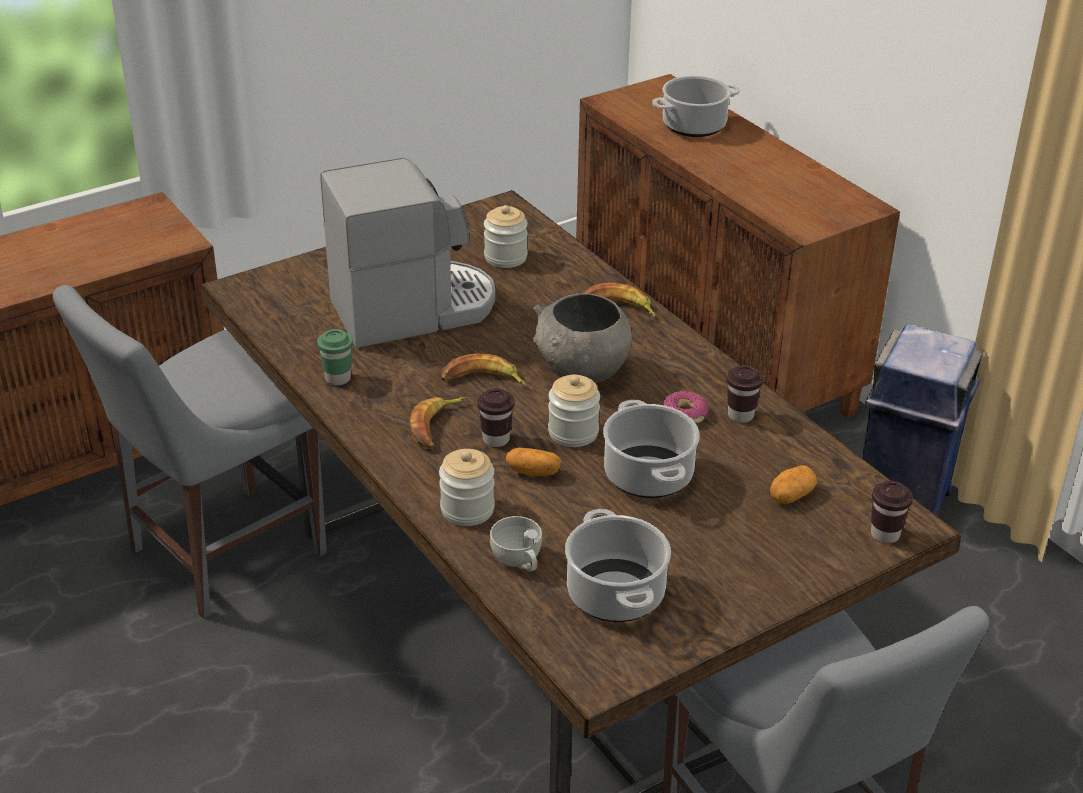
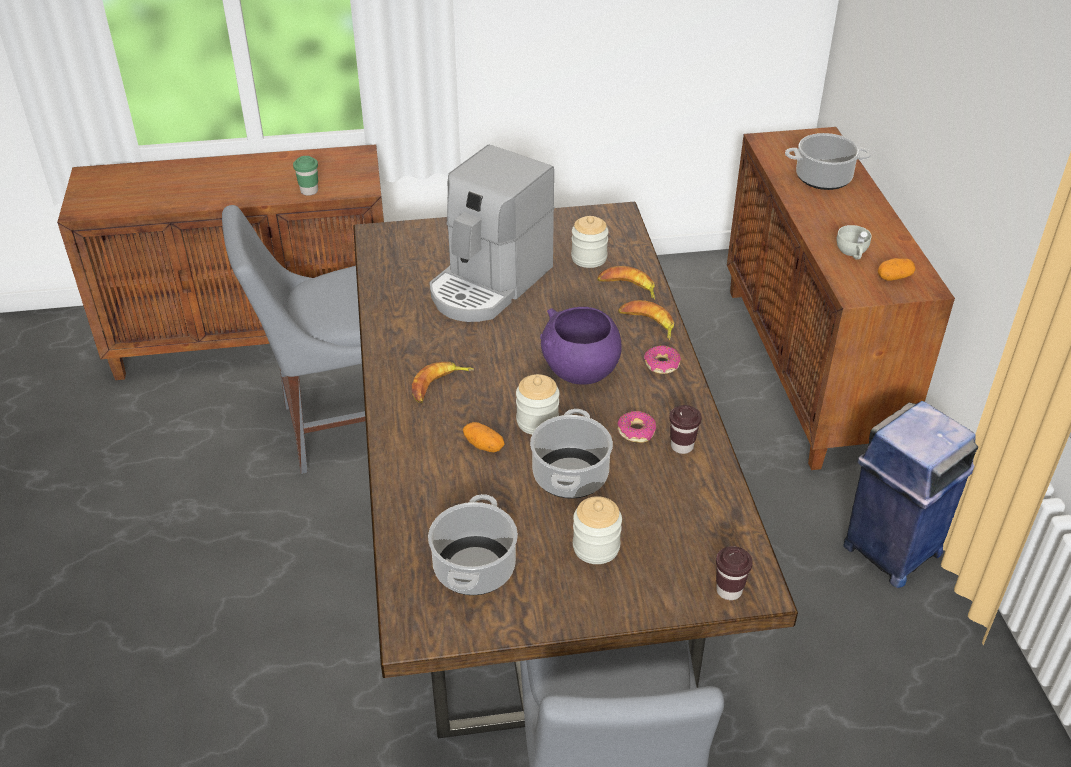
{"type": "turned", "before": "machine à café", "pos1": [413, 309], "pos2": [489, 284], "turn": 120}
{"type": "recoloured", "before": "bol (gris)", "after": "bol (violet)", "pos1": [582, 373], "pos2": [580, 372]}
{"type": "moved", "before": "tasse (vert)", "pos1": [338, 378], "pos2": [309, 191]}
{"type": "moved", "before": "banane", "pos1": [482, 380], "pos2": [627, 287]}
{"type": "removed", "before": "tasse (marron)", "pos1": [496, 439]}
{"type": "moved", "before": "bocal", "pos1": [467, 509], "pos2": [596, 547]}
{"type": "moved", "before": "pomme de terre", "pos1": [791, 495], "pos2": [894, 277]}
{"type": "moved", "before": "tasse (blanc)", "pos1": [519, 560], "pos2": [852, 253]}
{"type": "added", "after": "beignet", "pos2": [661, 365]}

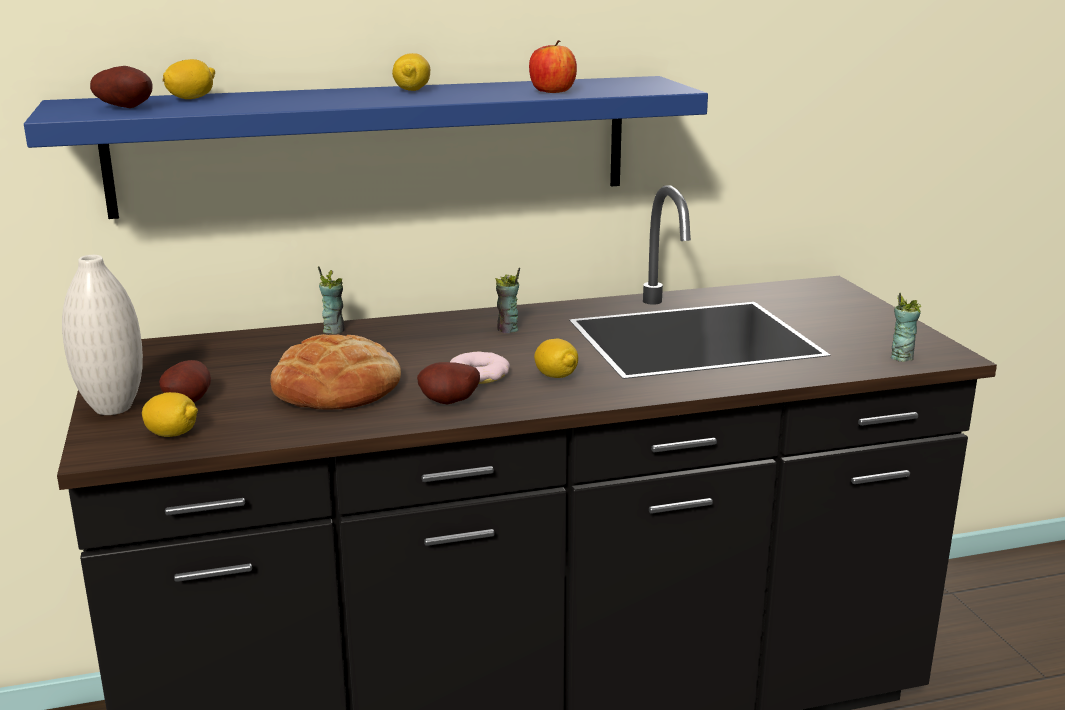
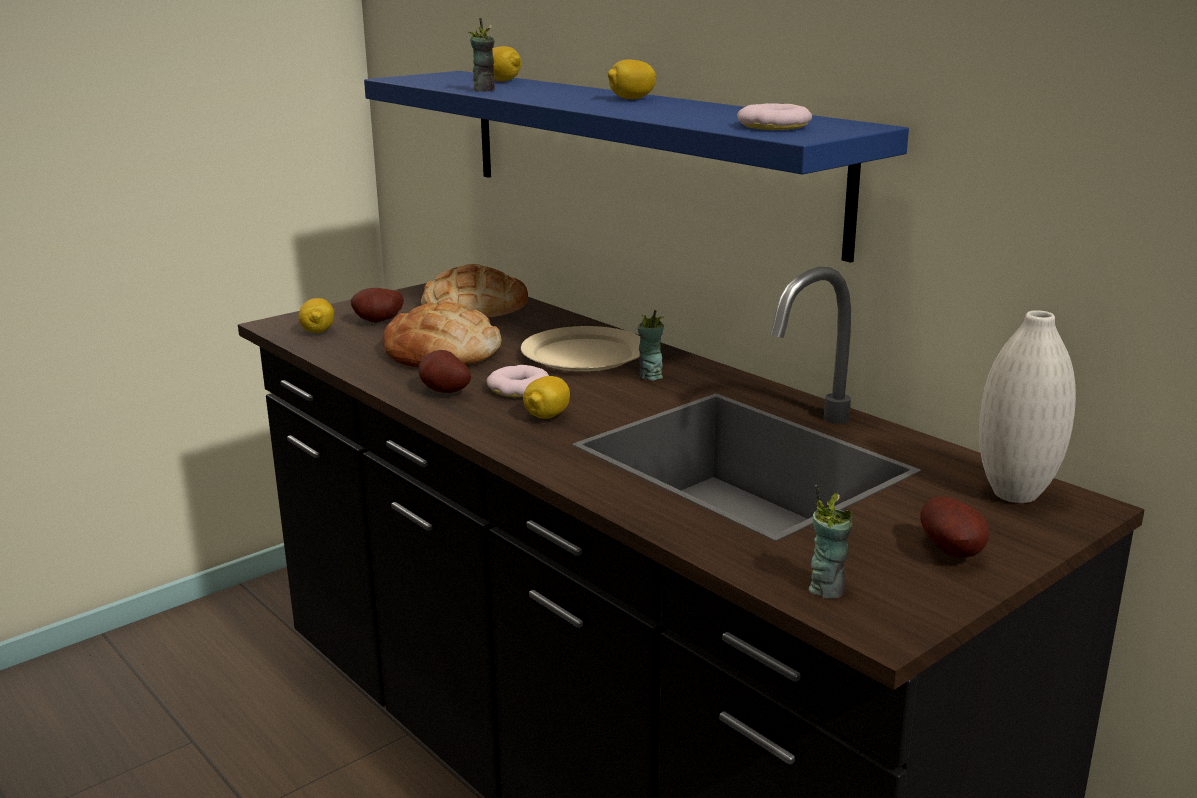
{"type": "removed", "before": "pomme", "pos1": [552, 91]}
{"type": "moved", "before": "pomme de terre", "pos1": [127, 108], "pos2": [953, 553]}
{"type": "moved", "before": "vase (blanc)", "pos1": [113, 408], "pos2": [1015, 494]}
{"type": "moved", "before": "tasse", "pos1": [334, 330], "pos2": [484, 90]}
{"type": "added", "after": "beignet", "pos2": [773, 126]}
{"type": "added", "after": "pain", "pos2": [474, 307]}
{"type": "added", "after": "assiette (beige)", "pos2": [583, 355]}

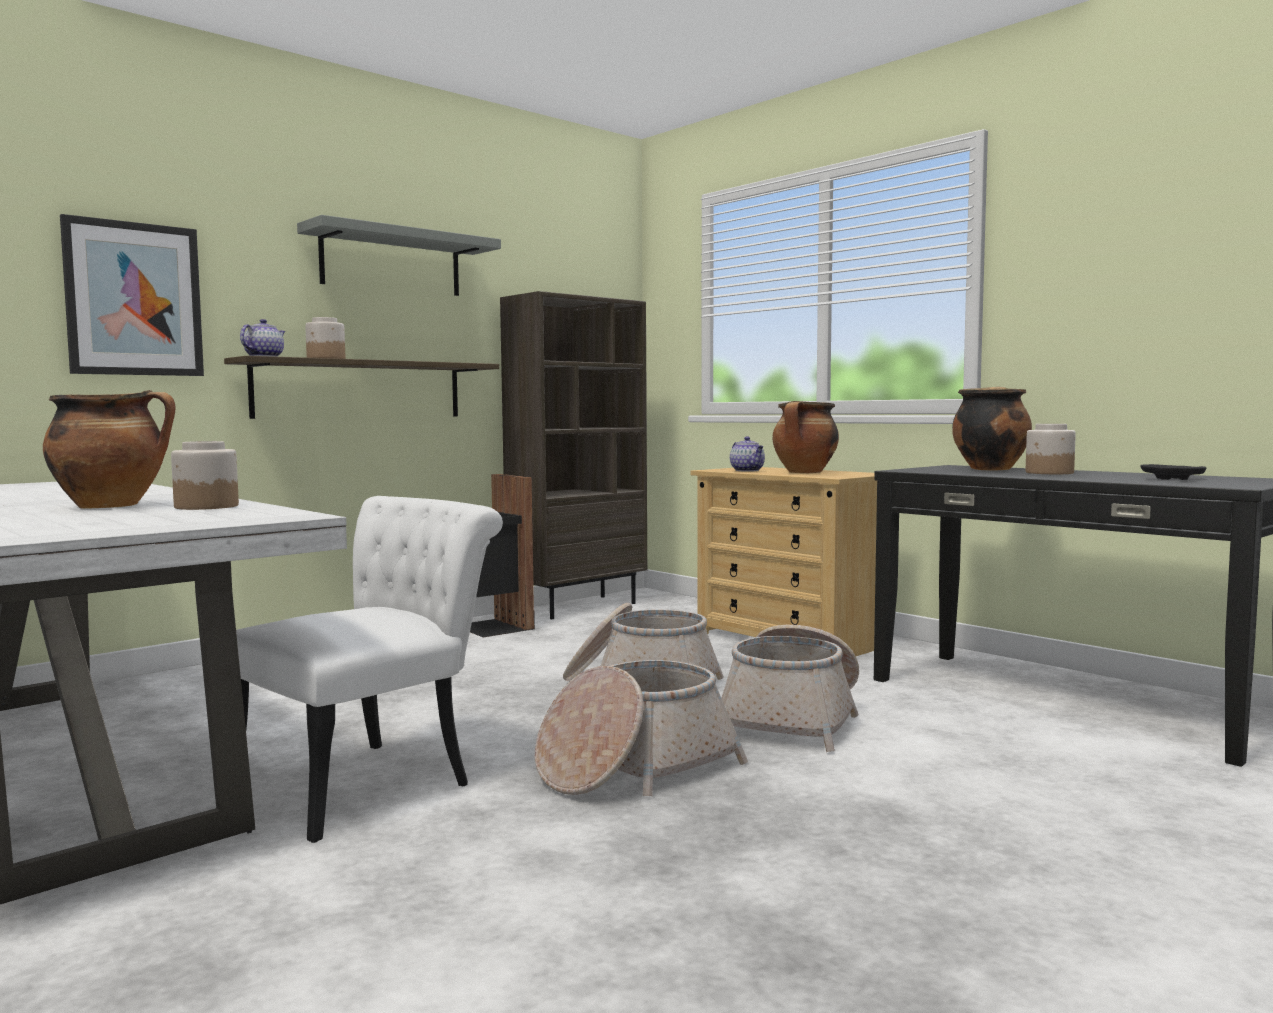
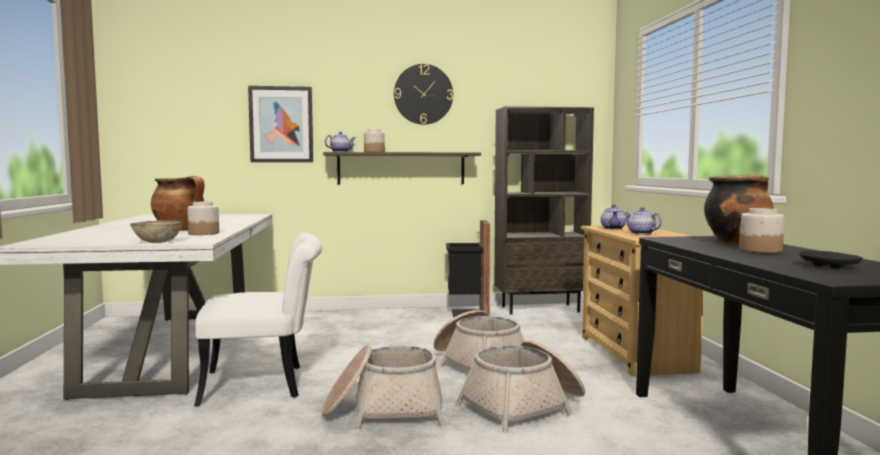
{"type": "replaced", "before": "étagère (gris)", "after": "horloge murale", "pos1": [391, 262], "pos2": [423, 94]}
{"type": "replaced", "before": "marmite", "after": "théière", "pos1": [805, 473], "pos2": [641, 233]}
{"type": "added", "after": "bol", "pos2": [158, 242]}

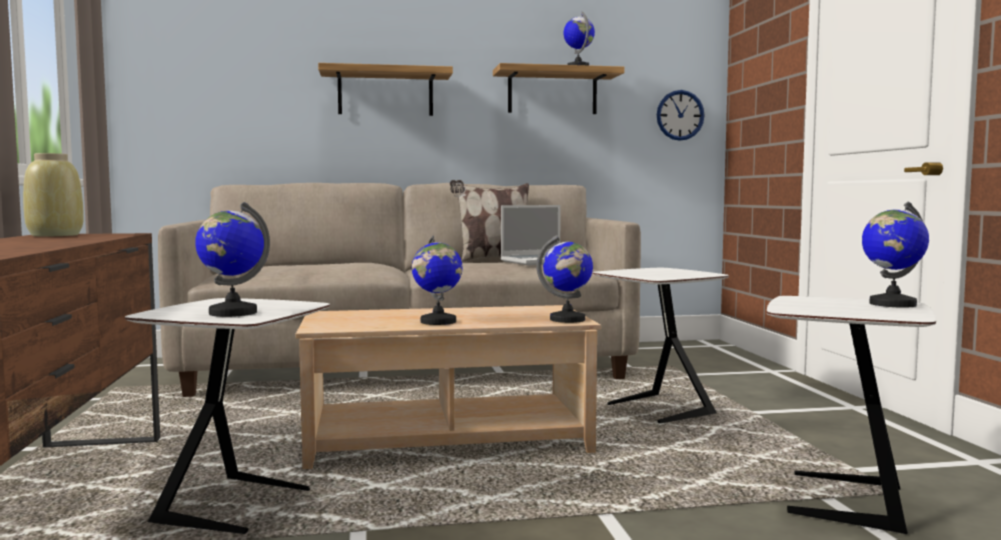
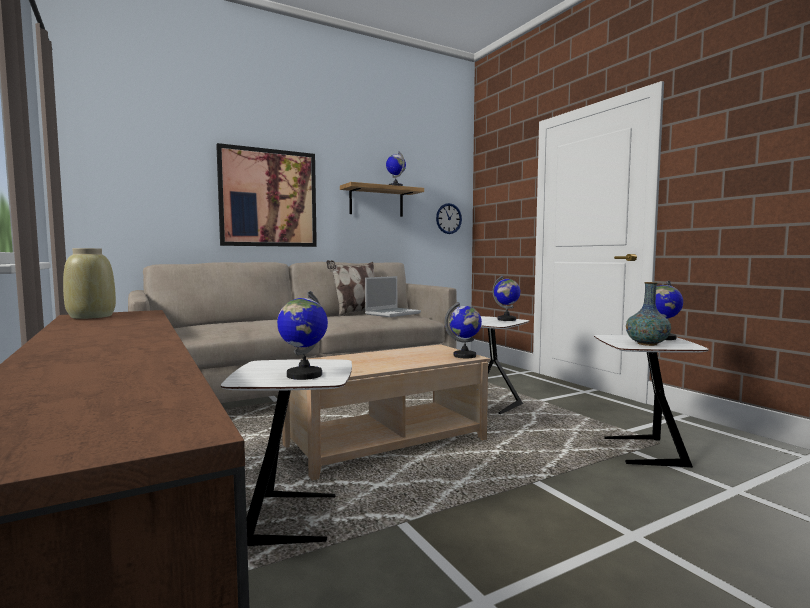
{"type": "replaced", "before": "étagère", "after": "tableau", "pos1": [385, 93], "pos2": [268, 198]}
{"type": "moved", "before": "globe", "pos1": [438, 322], "pos2": [506, 319]}
{"type": "added", "after": "vase", "pos2": [647, 344]}

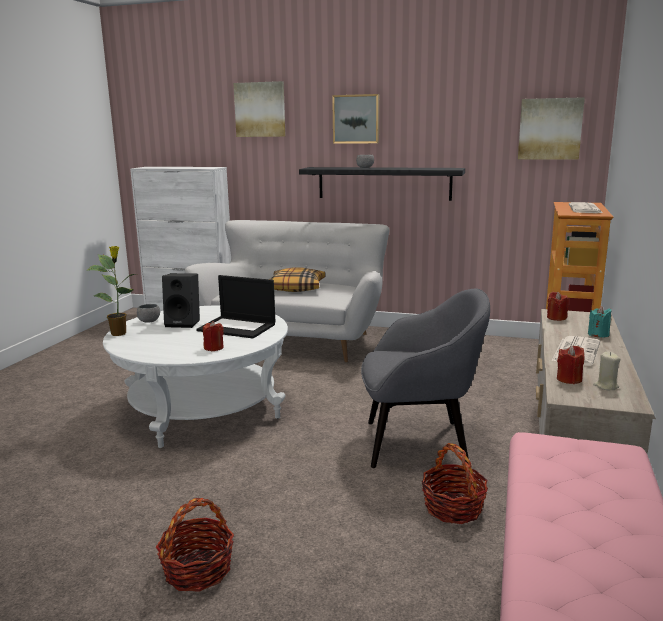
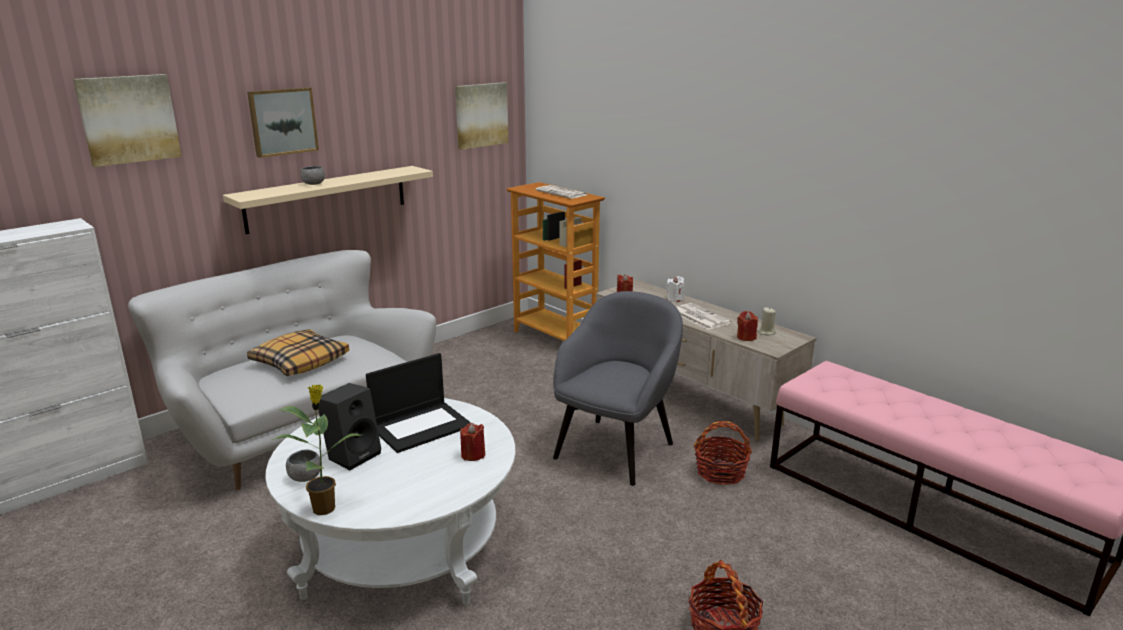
{"type": "recoloured", "before": "étagère (noir)", "after": "étagère (beige)", "pos1": [384, 183], "pos2": [327, 198]}
{"type": "recoloured", "before": "bougie (turquoise)", "after": "bougie (blanc)", "pos1": [598, 334], "pos2": [674, 299]}

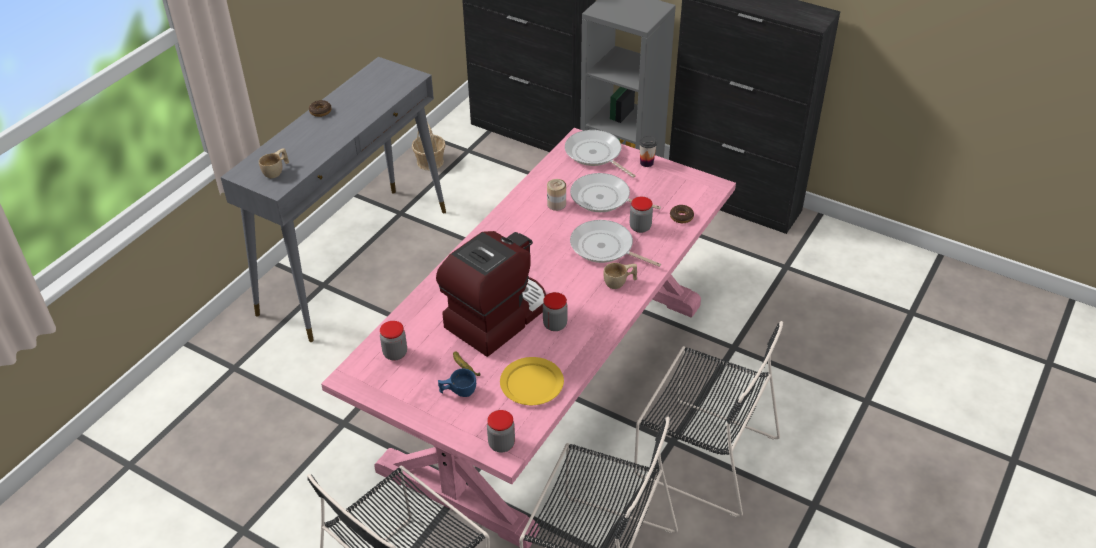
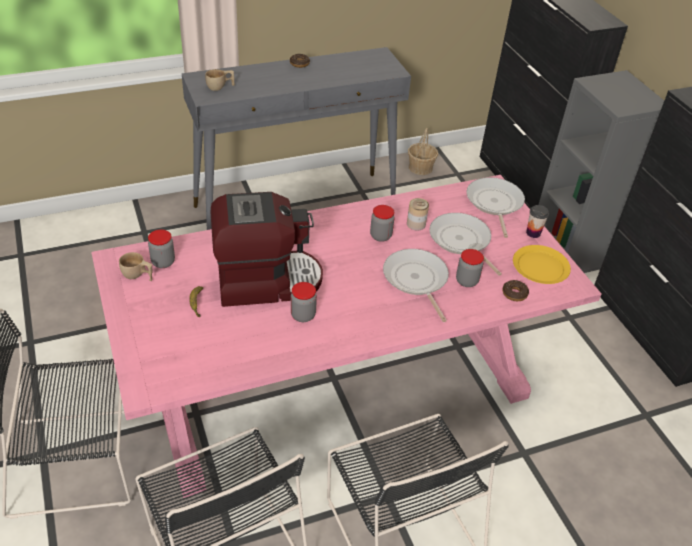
{"type": "moved", "before": "tasse (beige)", "pos1": [620, 283], "pos2": [138, 276]}
{"type": "moved", "before": "assiette (jaune)", "pos1": [531, 383], "pos2": [540, 266]}
{"type": "removed", "before": "tasse (bleu)", "pos1": [458, 392]}
{"type": "moved", "before": "bocal", "pos1": [501, 444], "pos2": [380, 236]}

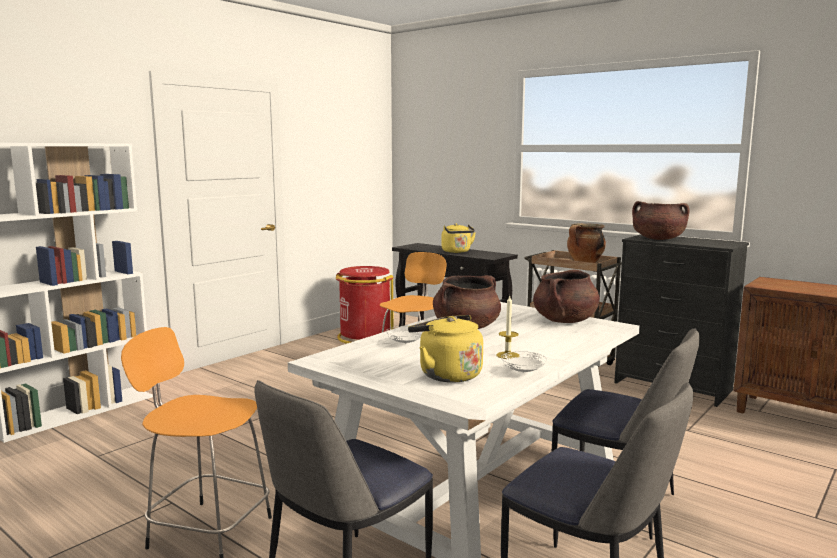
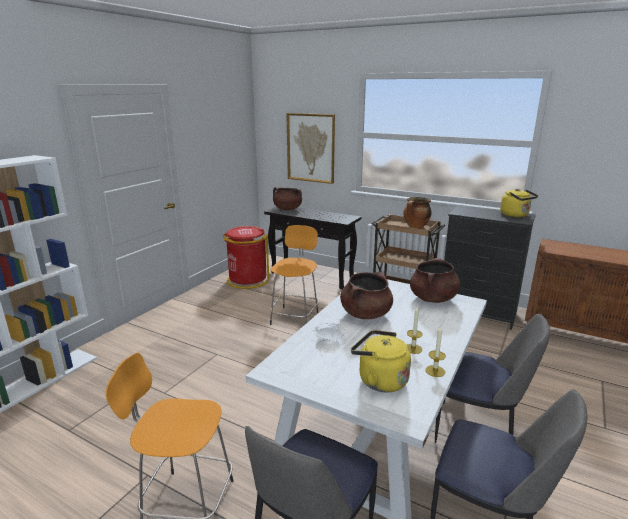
{"type": "moved", "before": "marmite (marron)", "pos1": [658, 239], "pos2": [287, 209]}
{"type": "moved", "before": "bouilloire (jaune)", "pos1": [457, 252], "pos2": [515, 215]}
{"type": "replaced", "before": "assiette (blanc)", "after": "bougie", "pos1": [523, 372], "pos2": [435, 371]}
{"type": "added", "after": "tableau", "pos2": [311, 148]}

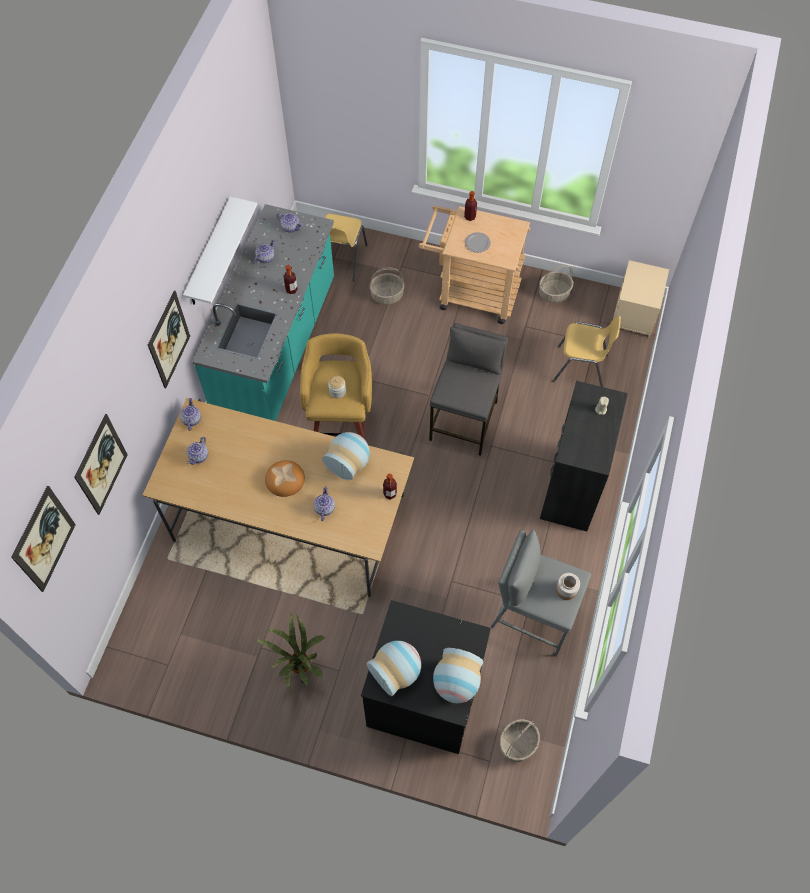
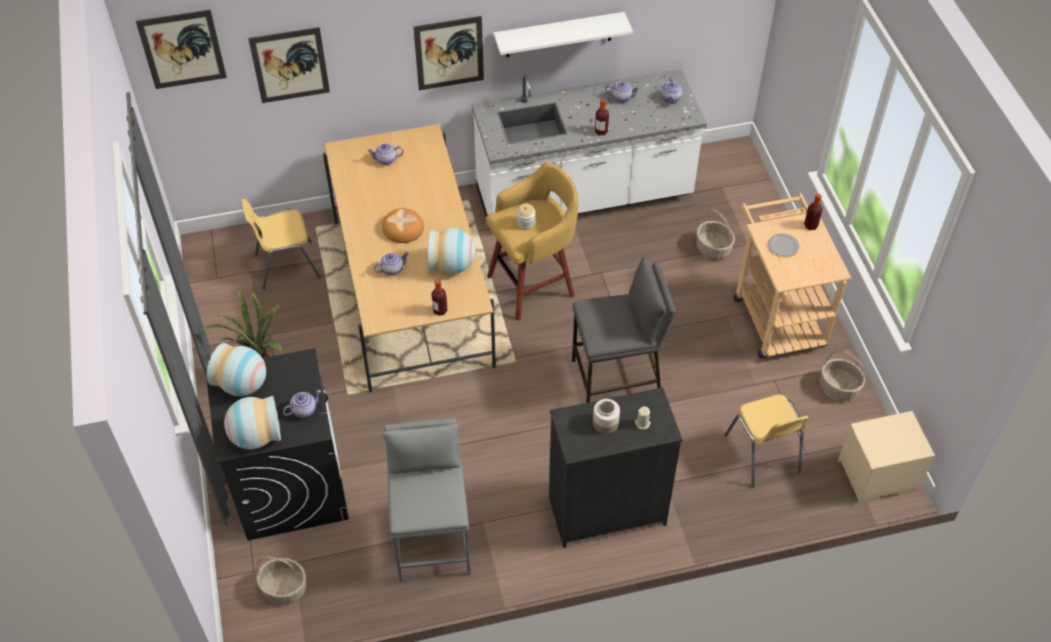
{"type": "recoloured", "before": "comptoir de cuisine (turquoise)", "after": "comptoir de cuisine (blanc)", "pos1": [277, 348], "pos2": [584, 196]}
{"type": "moved", "before": "chaise (jaune)", "pos1": [340, 260], "pos2": [286, 266]}
{"type": "moved", "before": "théière", "pos1": [191, 420], "pos2": [303, 410]}
{"type": "moved", "before": "bocal", "pos1": [566, 590], "pos2": [605, 423]}

